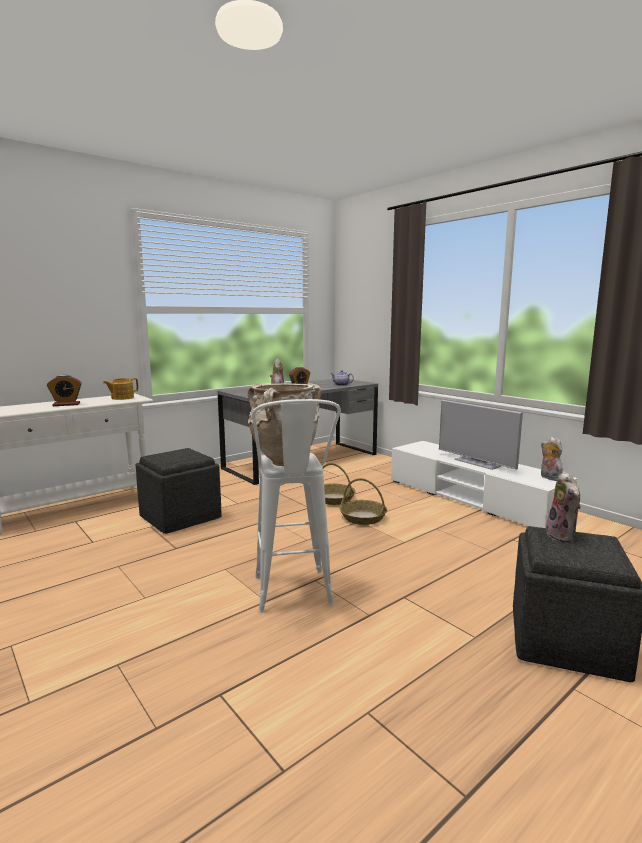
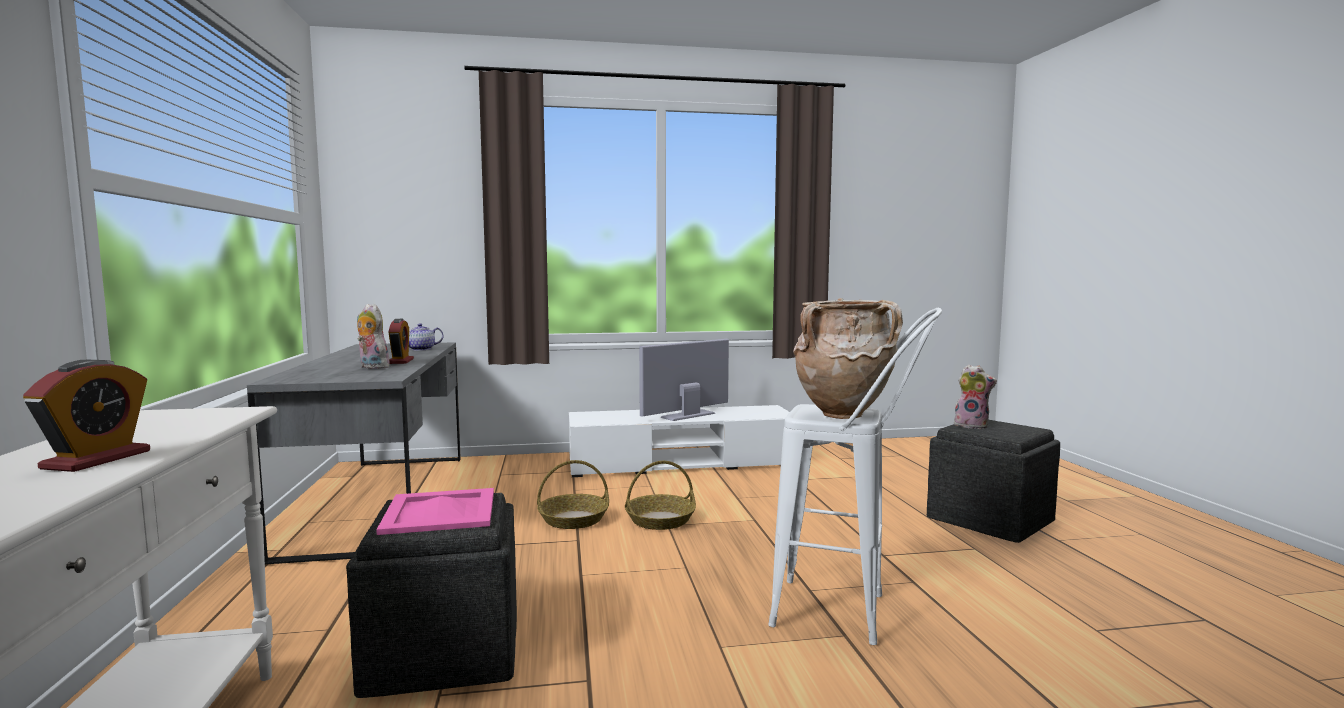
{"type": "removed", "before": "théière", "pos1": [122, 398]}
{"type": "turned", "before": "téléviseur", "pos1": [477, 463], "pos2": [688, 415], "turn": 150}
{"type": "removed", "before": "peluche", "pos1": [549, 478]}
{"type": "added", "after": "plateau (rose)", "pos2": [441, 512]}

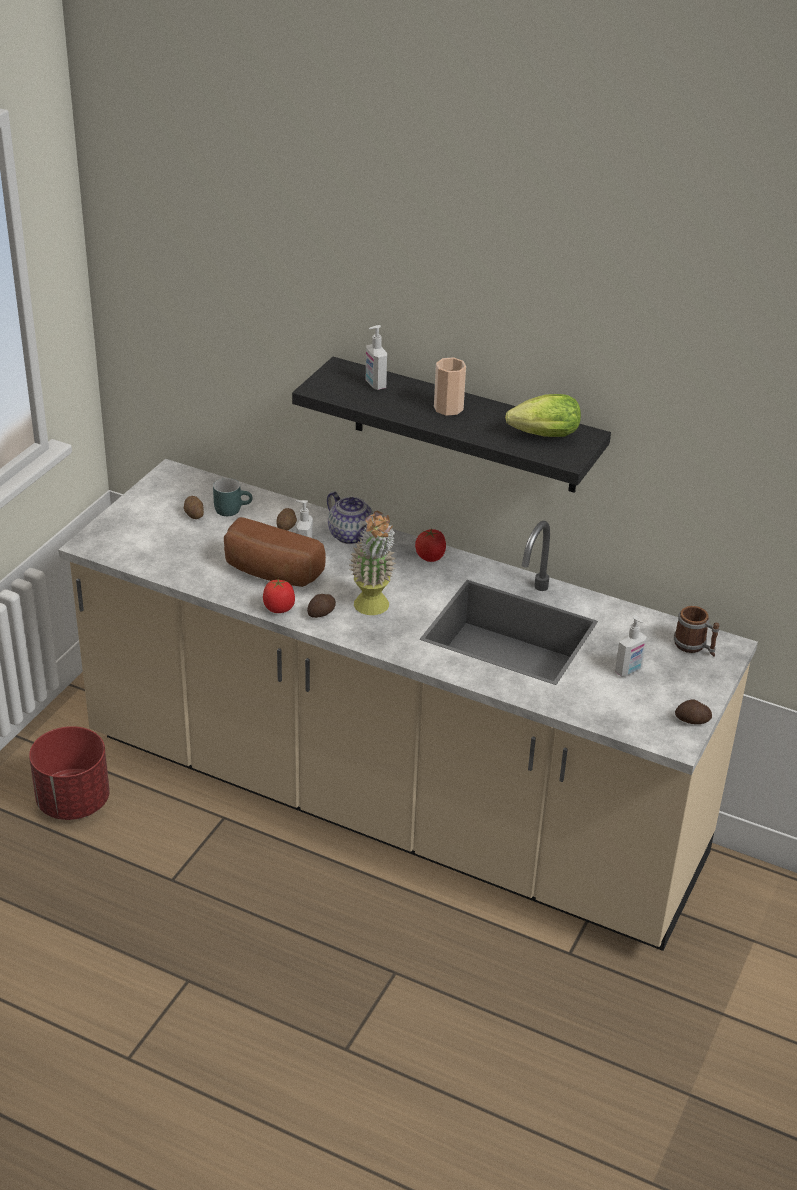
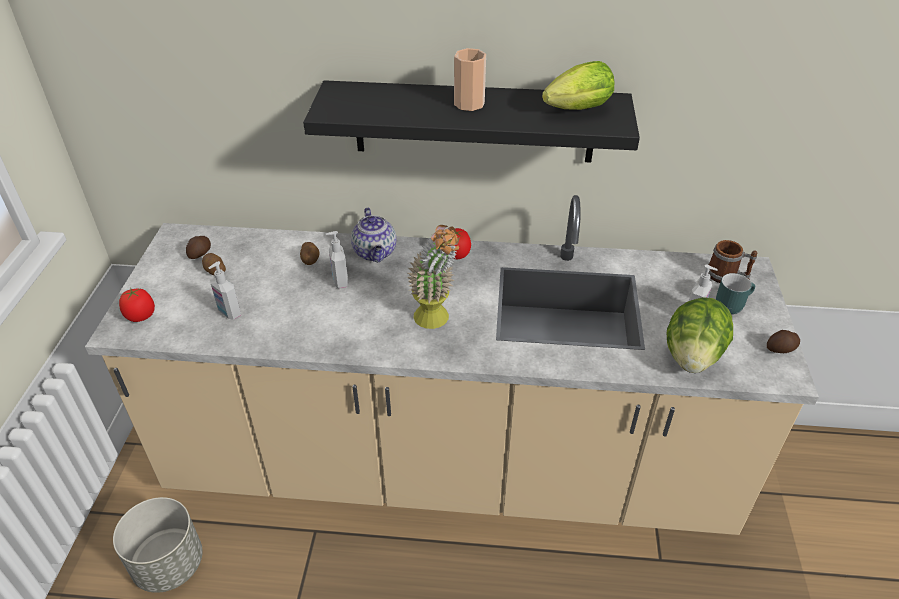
{"type": "moved", "before": "distributeur de savon", "pos1": [375, 384], "pos2": [229, 313]}
{"type": "moved", "before": "mug (turquoise)", "pos1": [232, 509], "pos2": [731, 303]}
{"type": "turned", "before": "théière", "pos1": [352, 536], "pos2": [375, 253], "turn": 45}
{"type": "removed", "before": "pain", "pos1": [270, 573]}
{"type": "moved", "before": "tomate", "pos1": [279, 608], "pos2": [141, 316]}
{"type": "moved", "before": "pomme de terre", "pos1": [322, 613], "pos2": [201, 253]}
{"type": "recoloured", "before": "cache-pot (rouge)", "after": "cache-pot (gris)", "pos1": [73, 802], "pos2": [168, 564]}
{"type": "added", "after": "laitue", "pos2": [692, 356]}

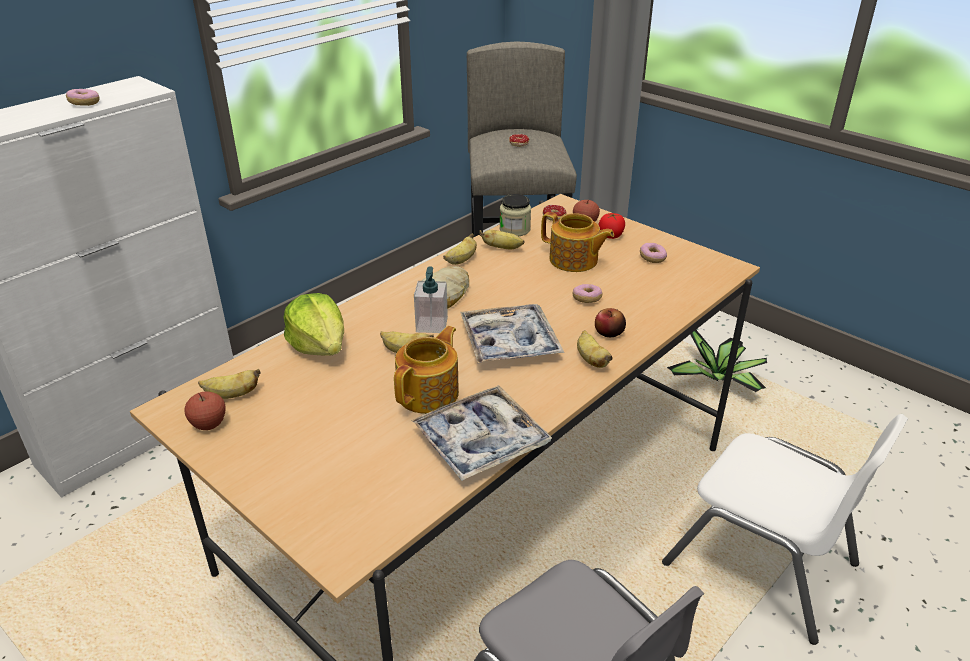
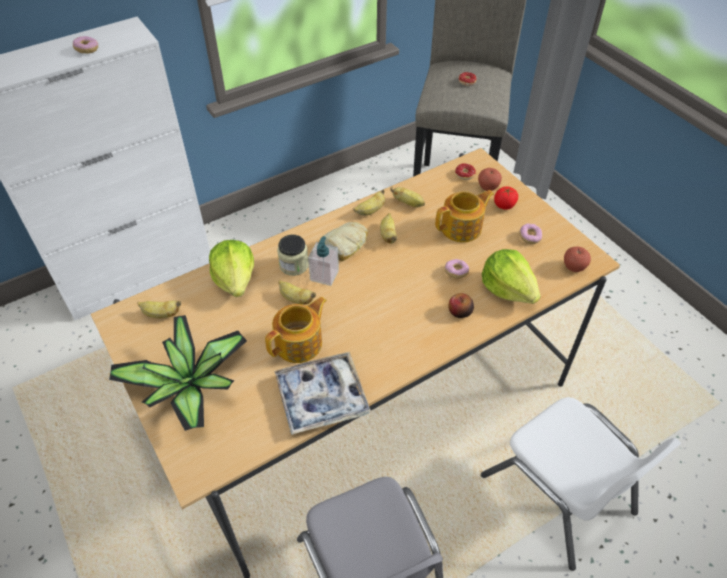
{"type": "moved", "before": "bocal", "pos1": [515, 230], "pos2": [294, 265]}
{"type": "turned", "before": "théière", "pos1": [574, 260], "pos2": [462, 228], "turn": -75}
{"type": "removed", "before": "plateau", "pos1": [510, 342]}
{"type": "moved", "before": "banane", "pos1": [591, 360], "pos2": [388, 235]}
{"type": "moved", "before": "plante en pot", "pos1": [718, 379], "pos2": [190, 387]}
{"type": "moved", "before": "pomme", "pos1": [209, 424], "pos2": [574, 267]}
{"type": "added", "after": "laitue", "pos2": [508, 288]}

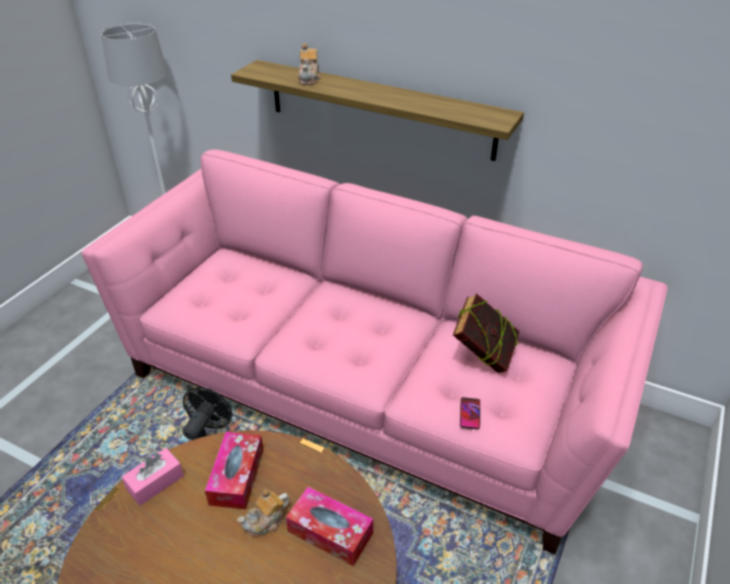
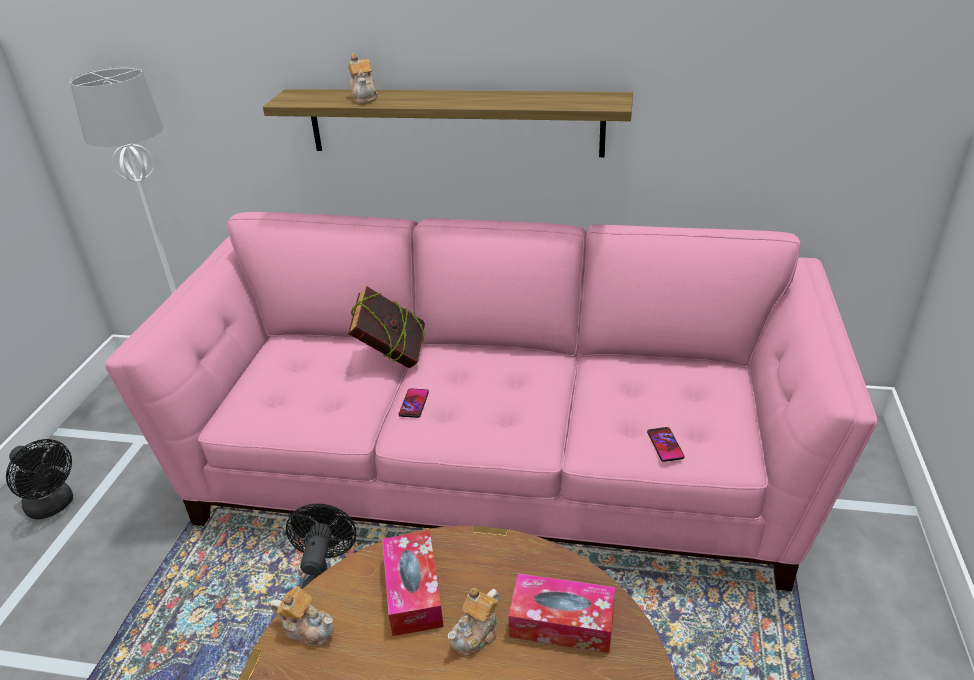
{"type": "moved", "before": "livre", "pos1": [483, 357], "pos2": [392, 357]}
{"type": "replaced", "before": "boîte à mouchoirs (rose)", "after": "théière", "pos1": [155, 482], "pos2": [308, 629]}
{"type": "added", "after": "téléphone", "pos2": [414, 403]}
{"type": "added", "after": "ventilateur (noir)", "pos2": [54, 506]}

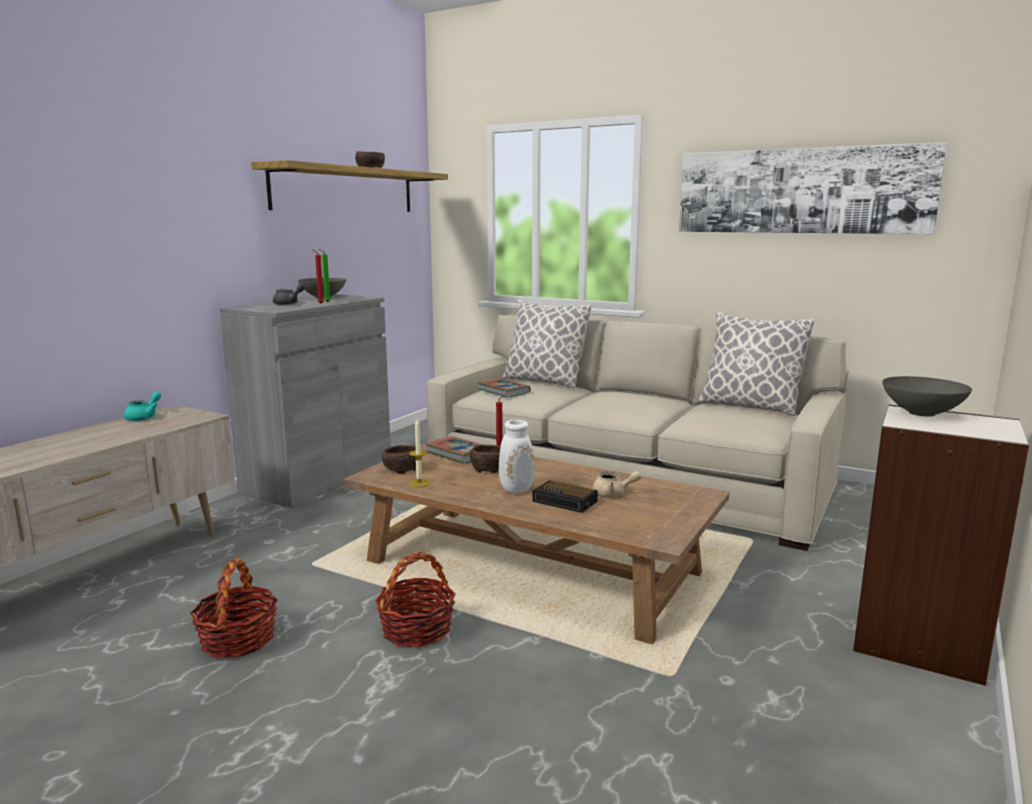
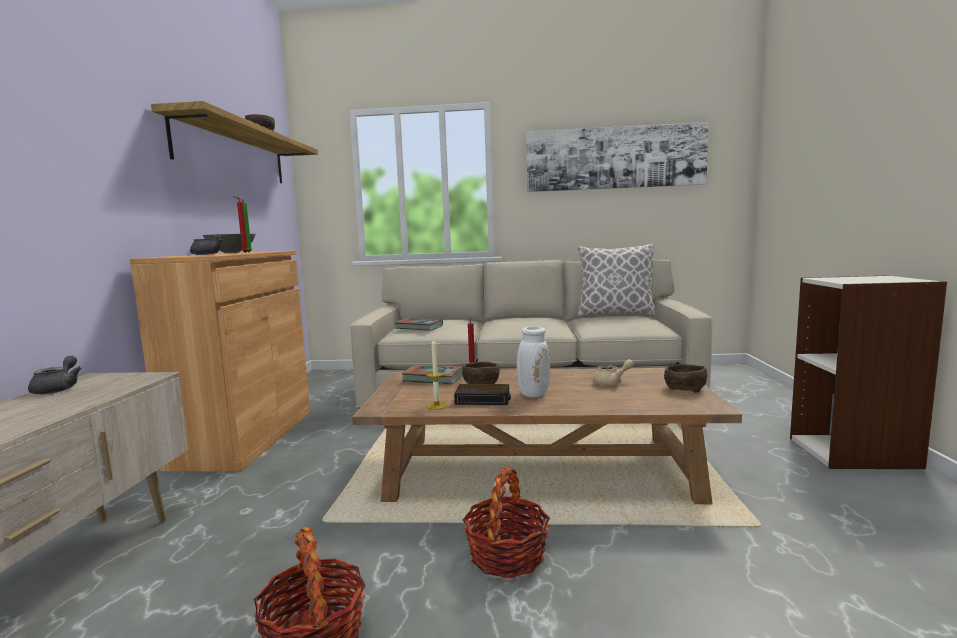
{"type": "recoloured", "before": "meuble de rangement (gris)", "after": "meuble de rangement (marron)", "pos1": [319, 477], "pos2": [245, 438]}
{"type": "removed", "before": "coussin", "pos1": [544, 381]}
{"type": "removed", "before": "bol (gris)", "pos1": [920, 413]}
{"type": "recoloured", "before": "théière (turquoise)", "after": "théière (gris)", "pos1": [144, 417], "pos2": [58, 389]}
{"type": "moved", "before": "bol (marron)", "pos1": [401, 469], "pos2": [683, 389]}
{"type": "moved", "before": "réveil", "pos1": [566, 501], "pos2": [484, 399]}

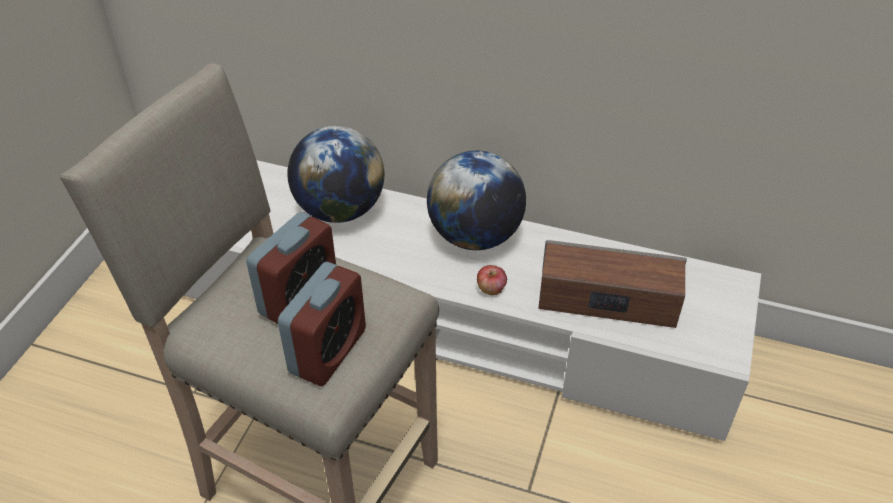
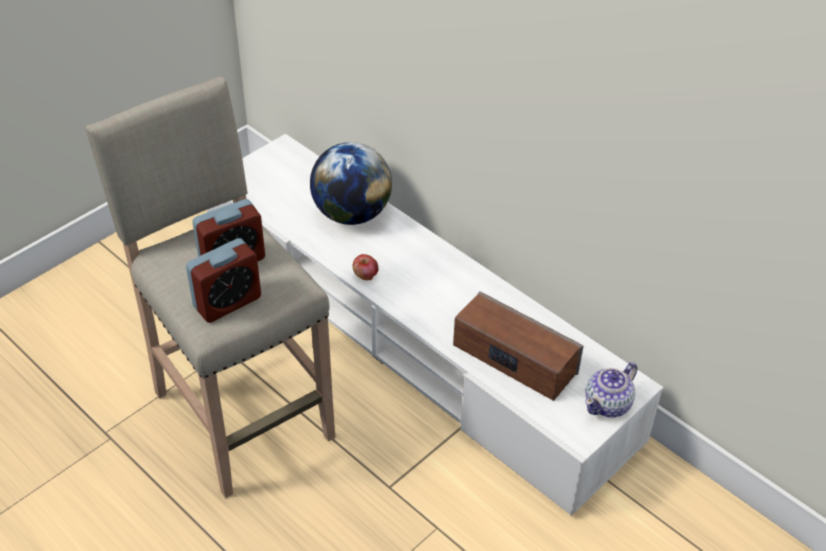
{"type": "removed", "before": "globe", "pos1": [475, 236]}
{"type": "moved", "before": "pomme", "pos1": [491, 289], "pos2": [365, 275]}
{"type": "added", "after": "théière", "pos2": [608, 404]}

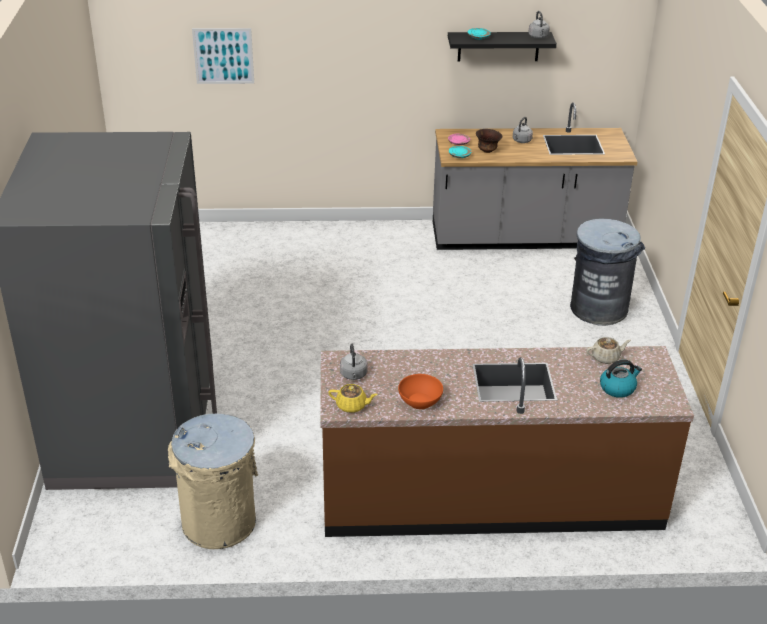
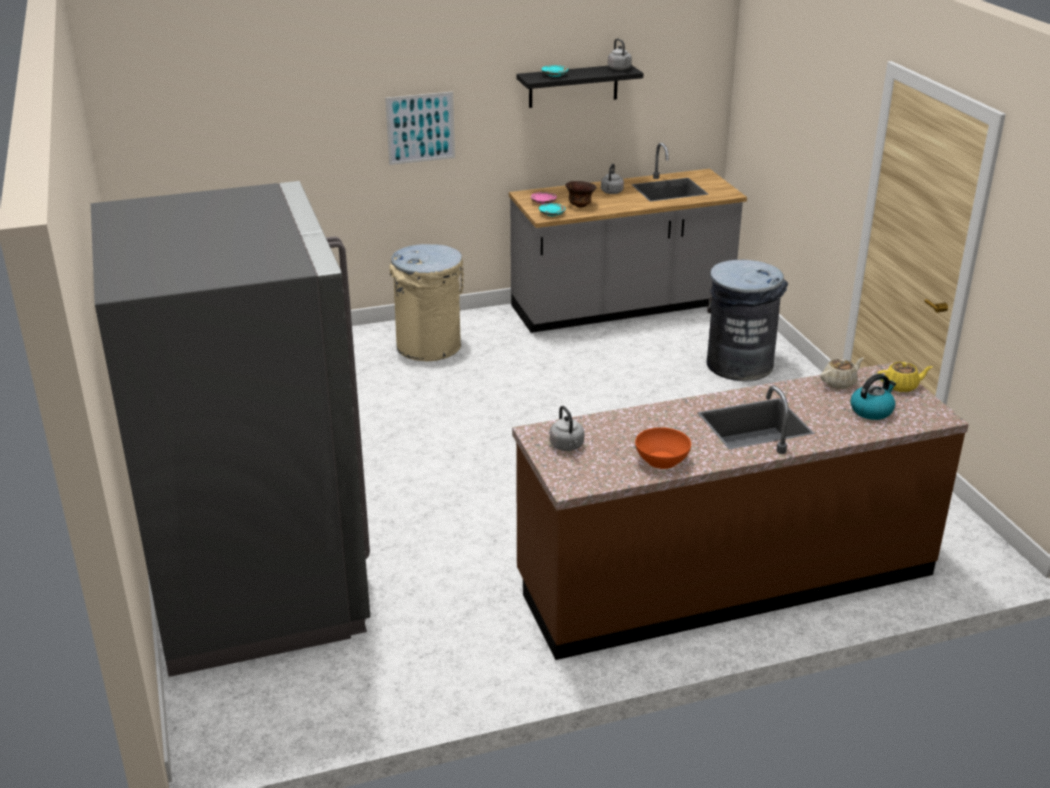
{"type": "moved", "before": "tableau", "pos1": [223, 56], "pos2": [420, 128]}
{"type": "moved", "before": "théière (jaune)", "pos1": [352, 406], "pos2": [901, 386]}
{"type": "moved", "before": "poubelle (beige)", "pos1": [219, 523], "pos2": [429, 347]}

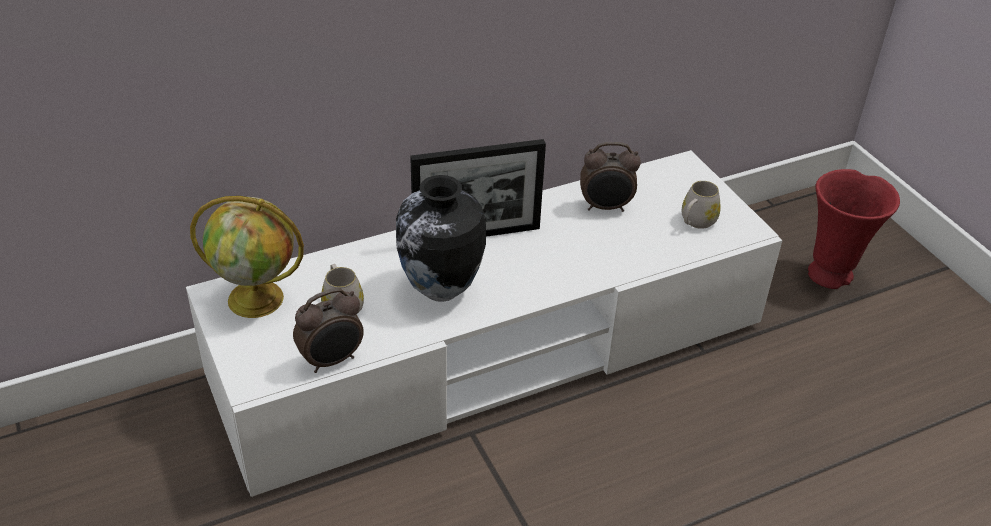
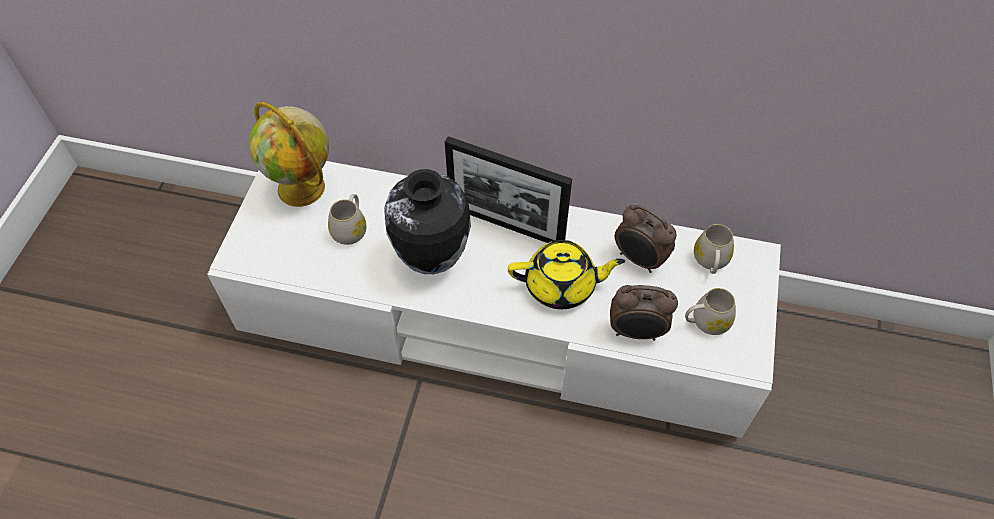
{"type": "removed", "before": "vase (rouge)", "pos1": [832, 275]}
{"type": "moved", "before": "réveil", "pos1": [332, 360], "pos2": [636, 332]}
{"type": "added", "after": "mug (blanc)", "pos2": [710, 262]}
{"type": "added", "after": "théière (jaune)", "pos2": [561, 285]}

